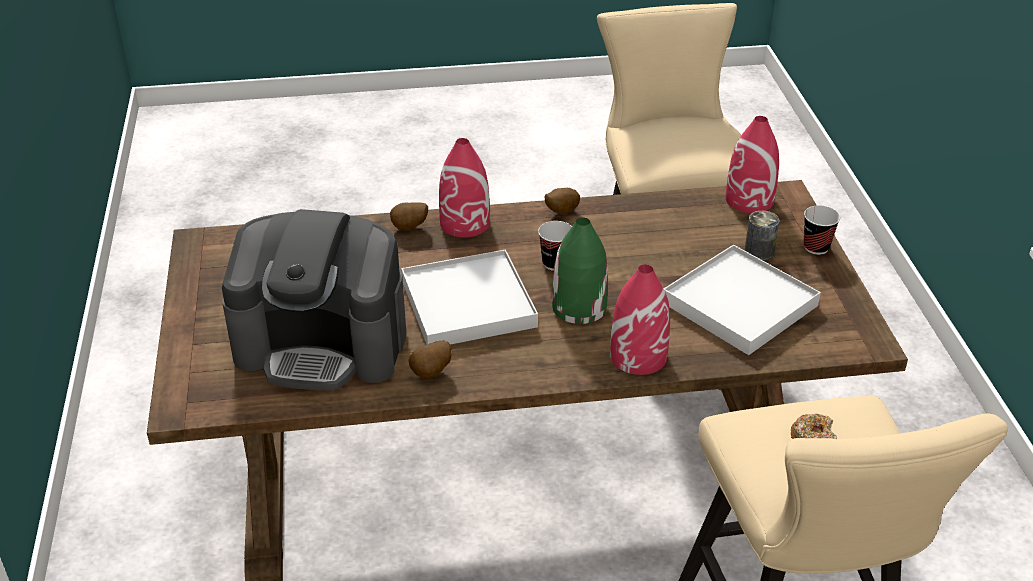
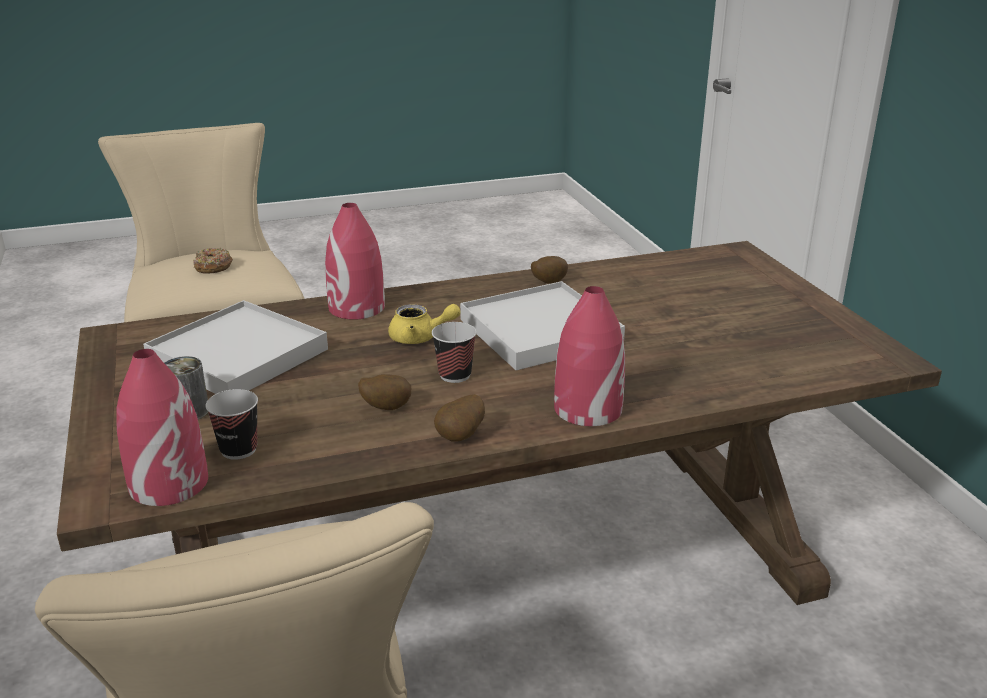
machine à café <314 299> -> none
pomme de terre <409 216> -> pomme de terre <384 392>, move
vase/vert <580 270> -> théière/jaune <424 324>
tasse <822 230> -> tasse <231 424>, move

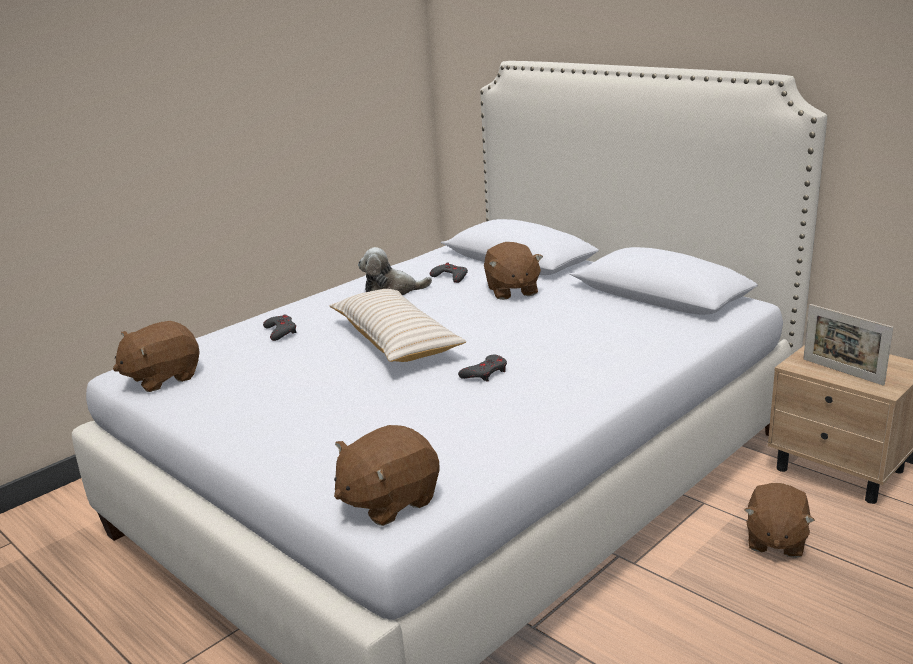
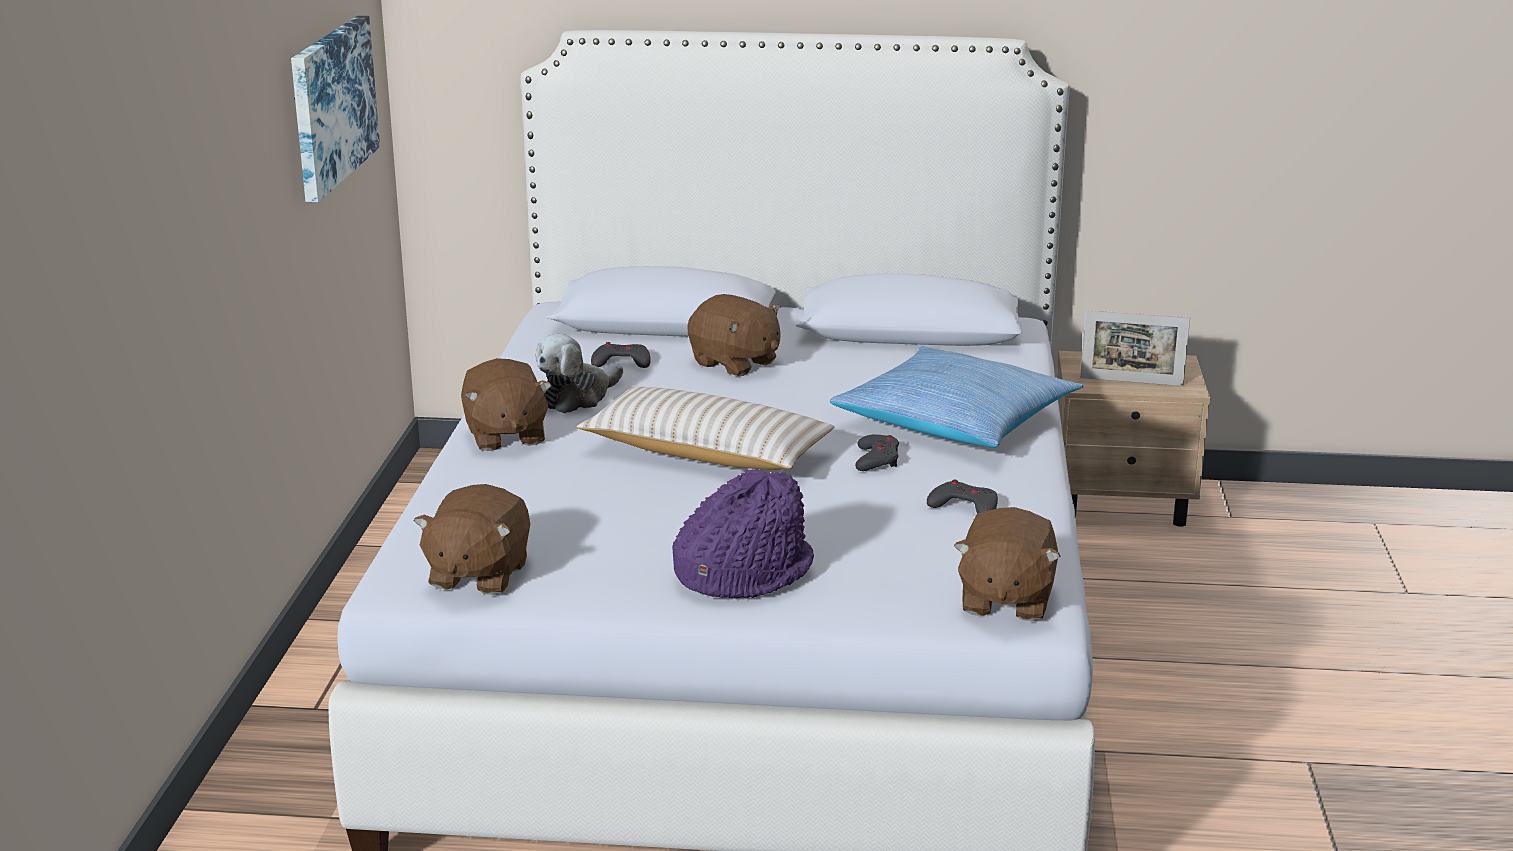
manette/gris <279 327> -> manette/gris <962 496>, move
peluche/marron <780 520> -> peluche/marron <506 404>, move
none -> tableau <335 109>
none -> chapeau/violet <743 533>
none -> coussin <957 397>

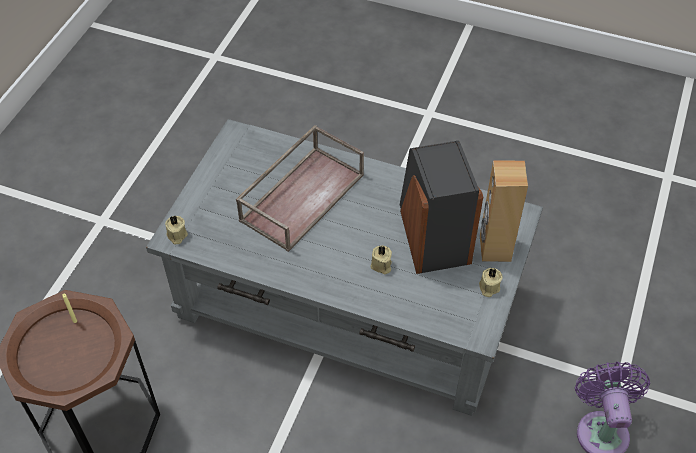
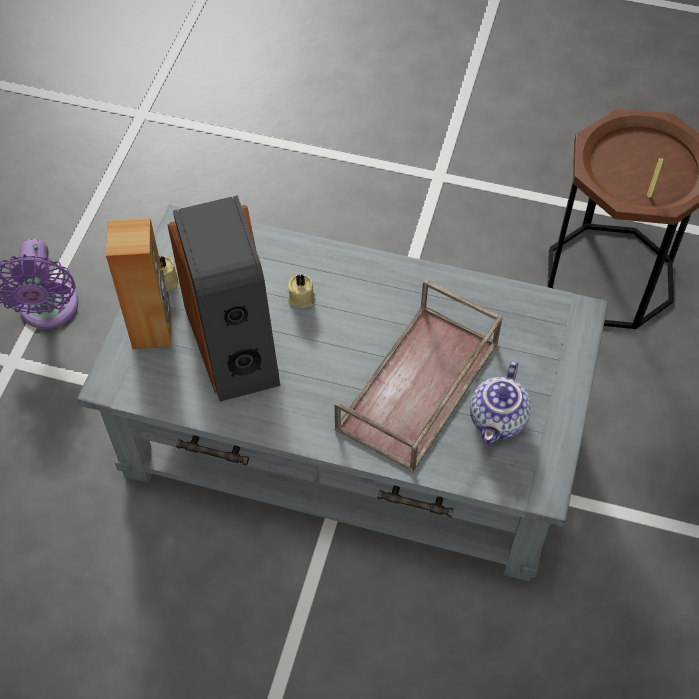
bougie/beige <176 230> -> none
none -> théière <500 402>

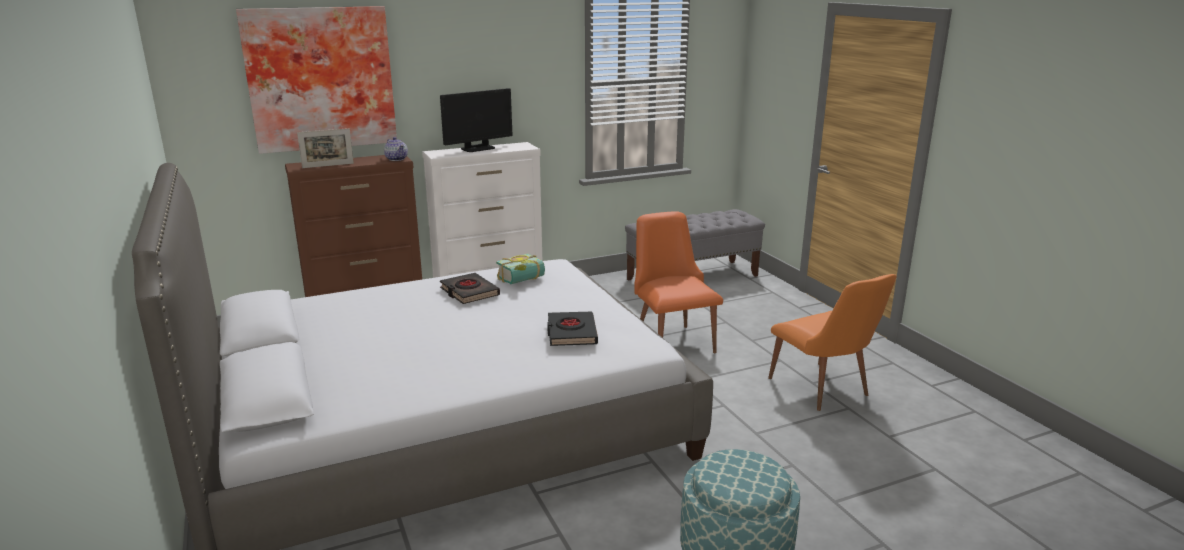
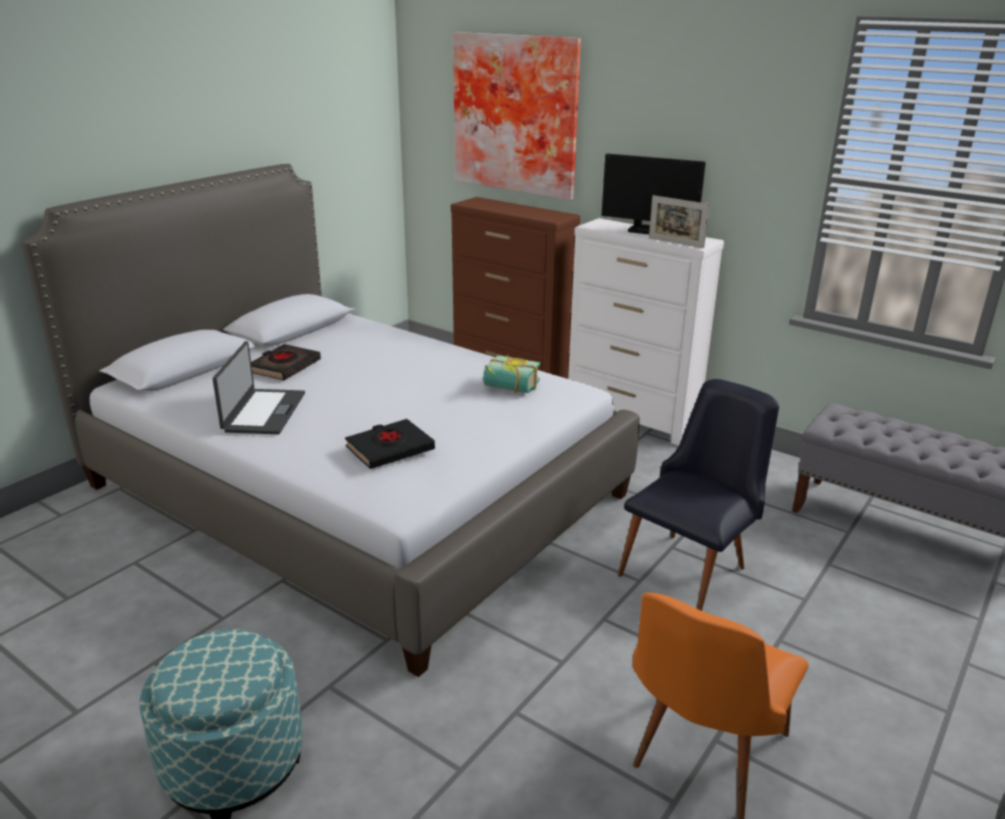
cadre photo <325 148> -> cadre photo <679 221>, move
théière <396 149> -> none
livre/noir <470 288> -> livre/noir <286 362>, move
chaise/orange <678 282> -> chaise/noir <698 495>
none -> ordinateur portable <259 387>

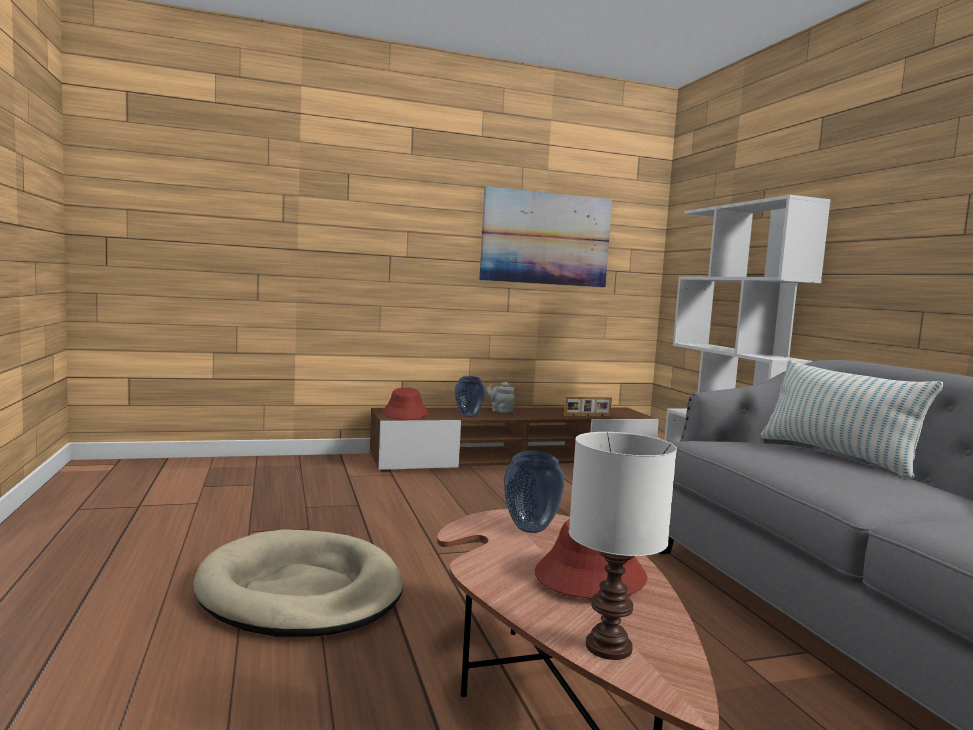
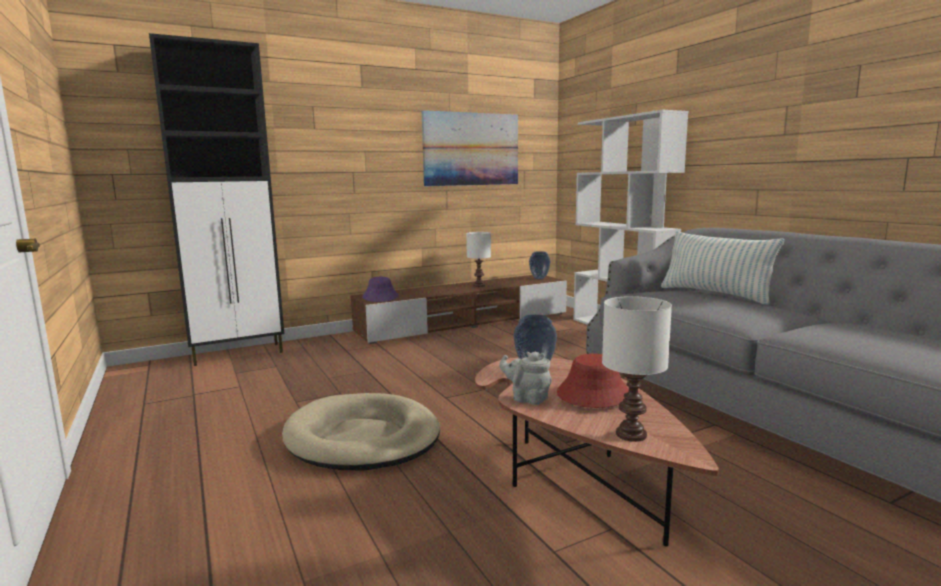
chapeau/rouge <405 403> -> chapeau/violet <380 289>
vase <470 396> -> vase <539 265>, move
théière/gris <500 397> -> théière/gris <525 378>, move
cadre photo <588 406> -> none
none -> meuble de rangement/noir <216 199>
none -> lampe de table/blanc <478 259>

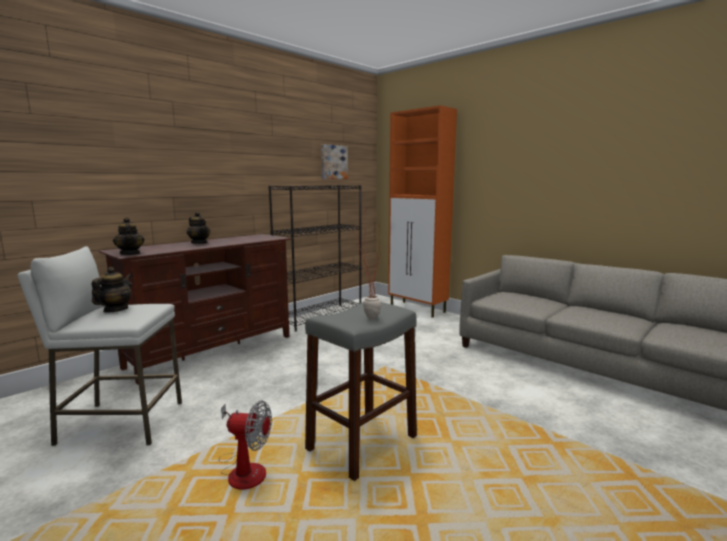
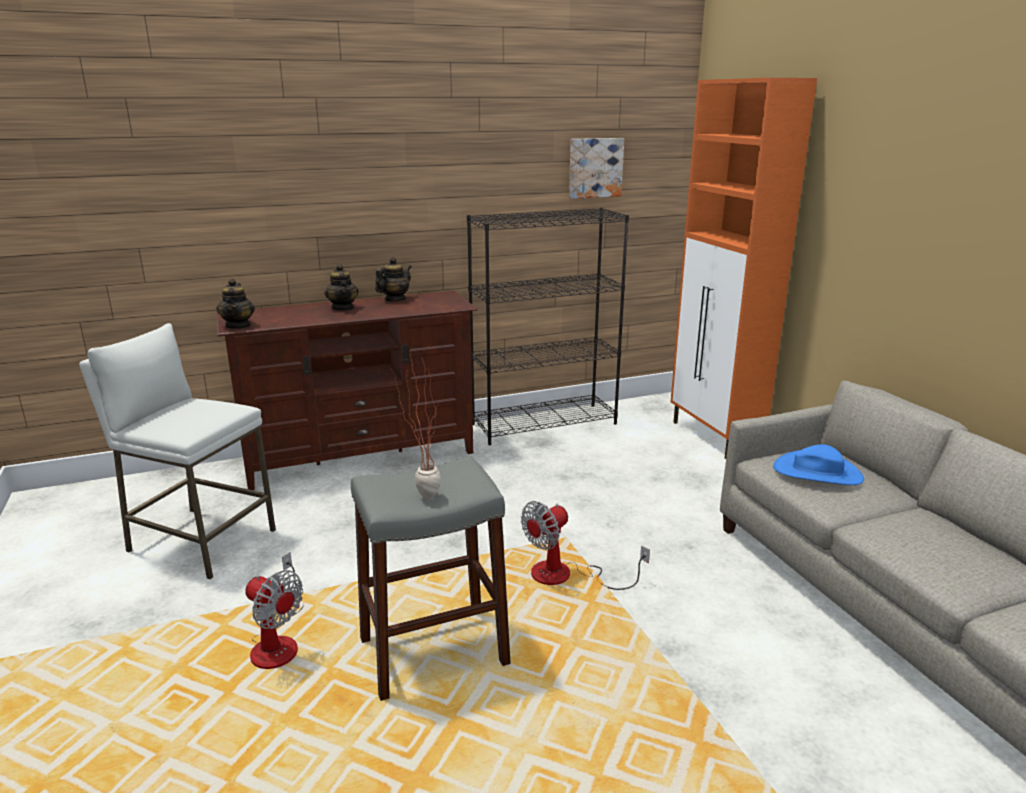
théière <111 290> -> théière <393 279>, move
none -> ventilateur <585 545>
none -> chapeau/bleu <818 464>

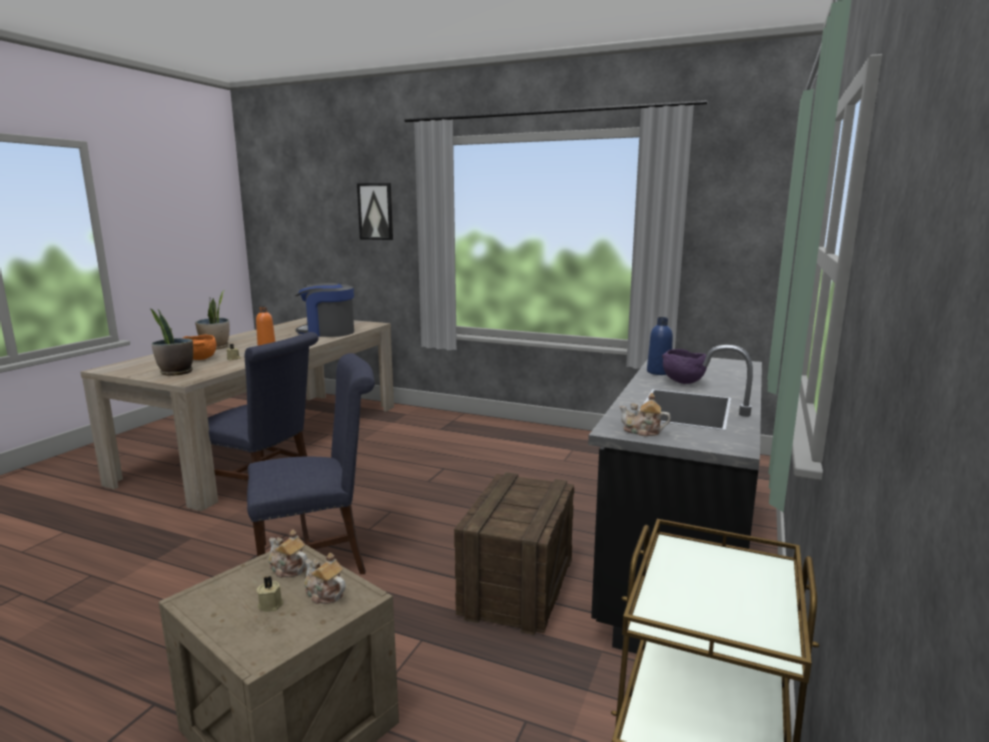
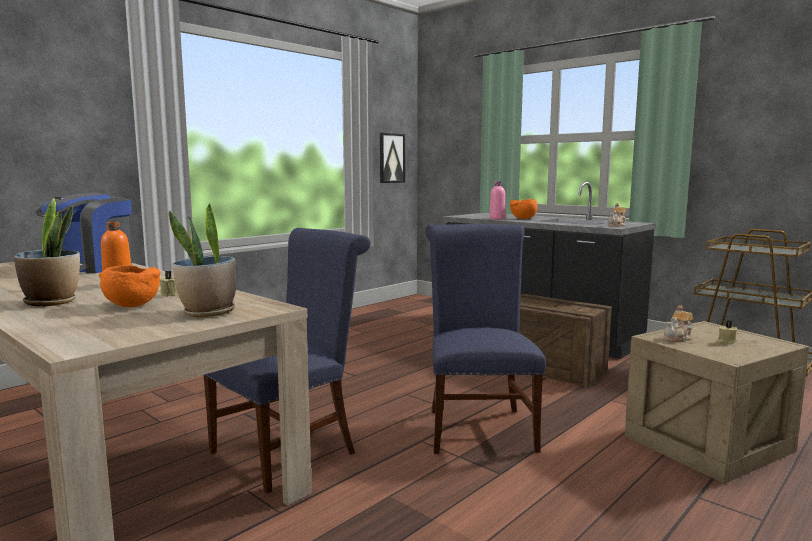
théière <325 578> -> none
tableau <375 211> -> tableau <392 158>, move
bouteille/bleu <660 346> -> bouteille/rose <497 200>
bol/violet <684 366> -> bol/orange <523 209>

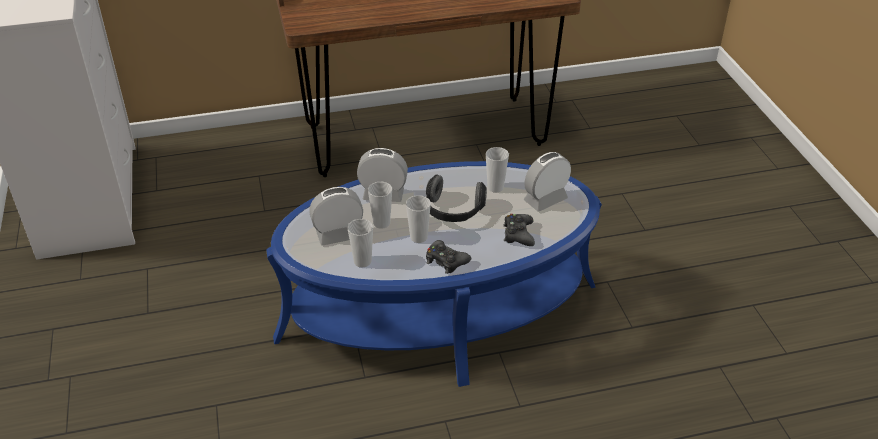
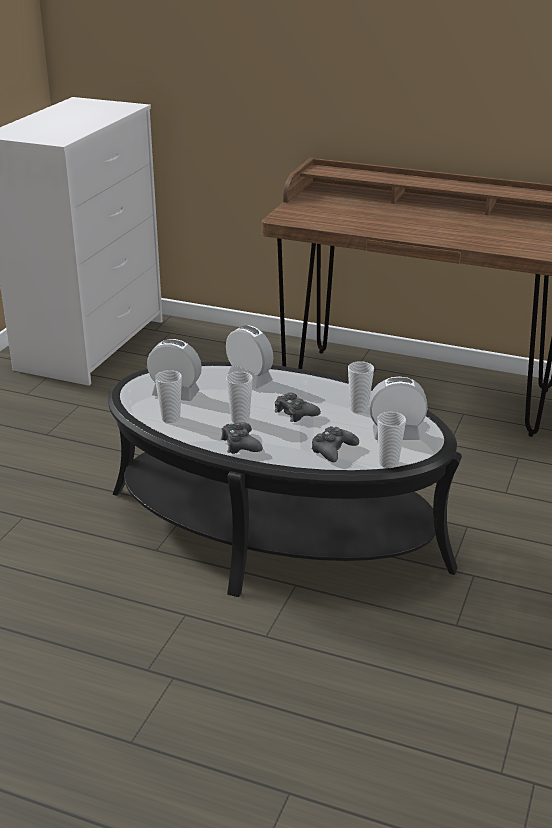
table basse/bleu <434 274> -> table basse/noir <285 479>
tasse <380 205> -> tasse <391 440>, move
casque audio <456 198> -> manette/noir <298 407>

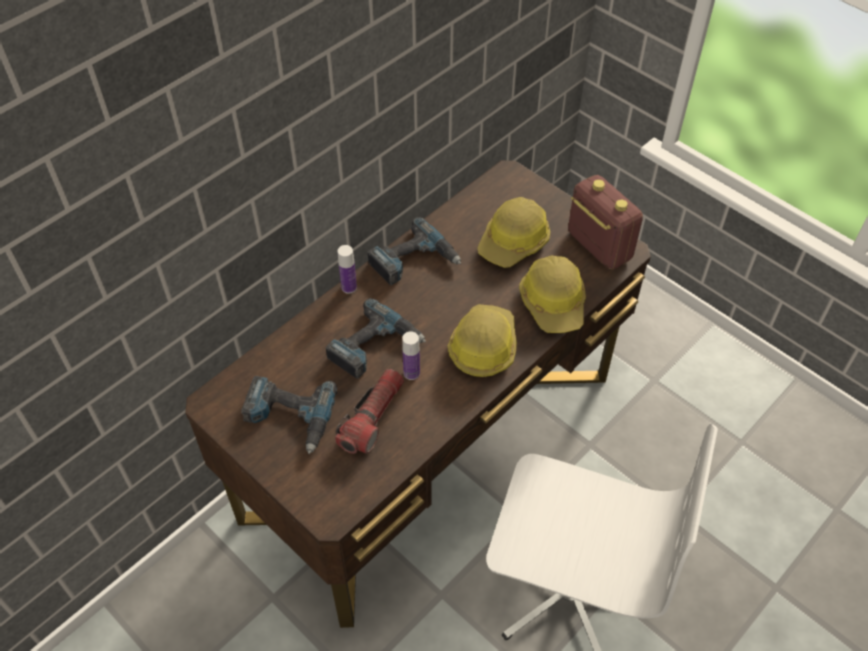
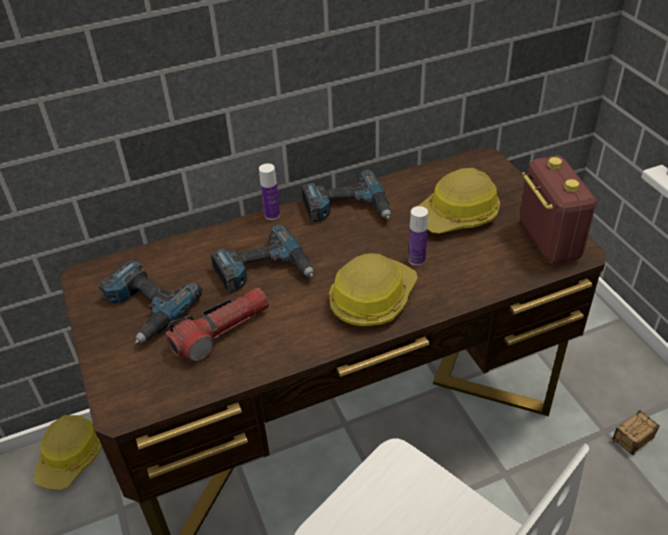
bouteille <411 355> -> bouteille <418 236>, move
casque de chantier <552 294> -> casque de chantier <67 452>, move
none -> boîte de rangement <636 433>

